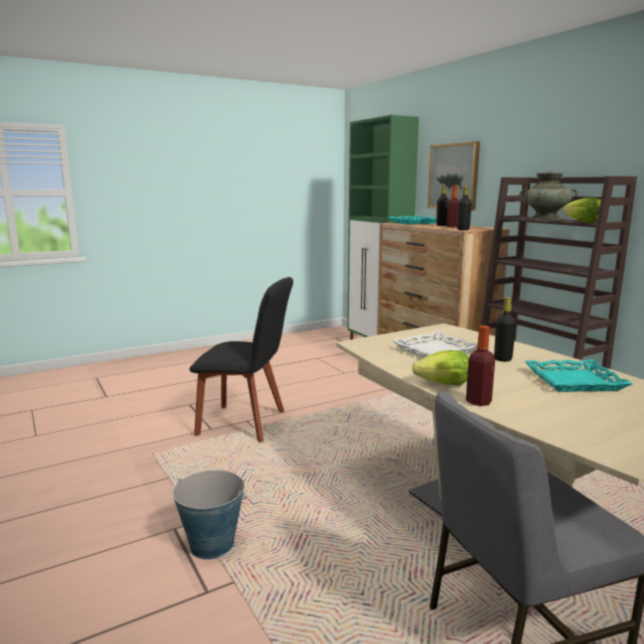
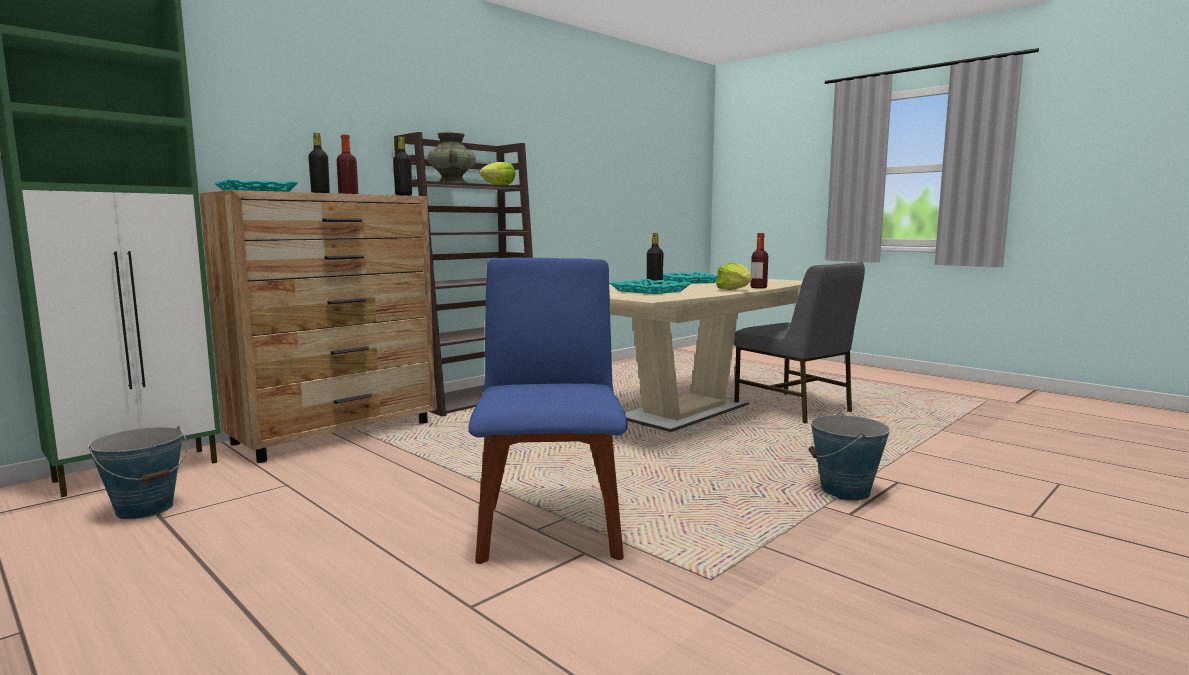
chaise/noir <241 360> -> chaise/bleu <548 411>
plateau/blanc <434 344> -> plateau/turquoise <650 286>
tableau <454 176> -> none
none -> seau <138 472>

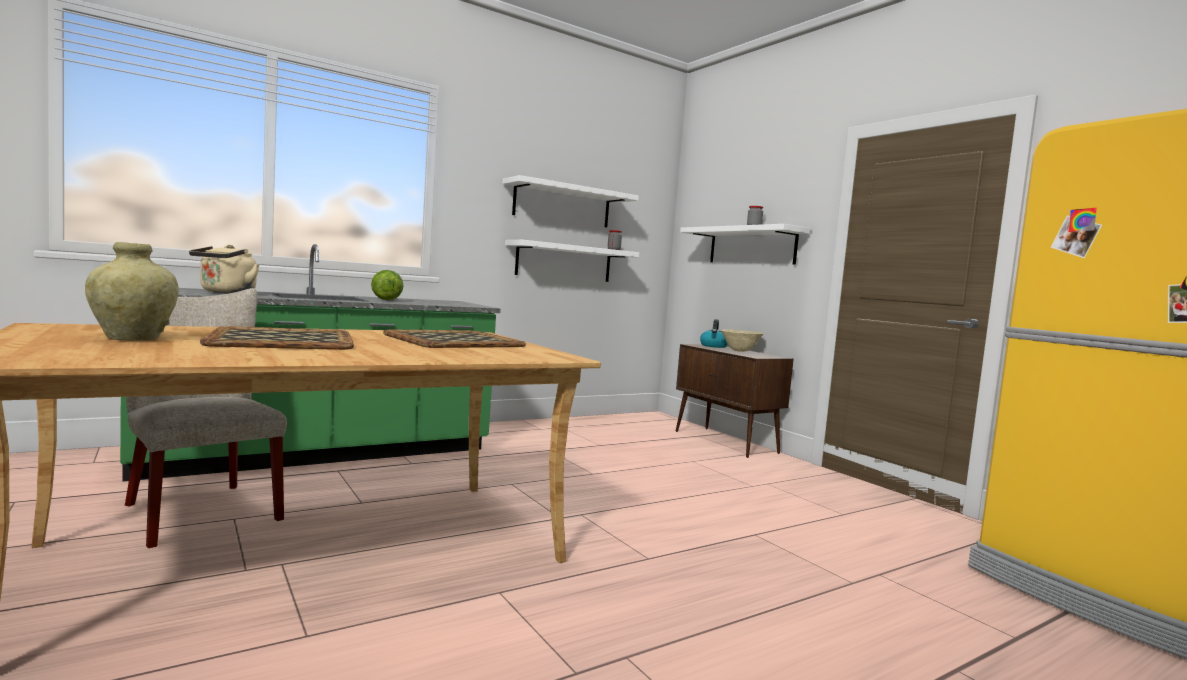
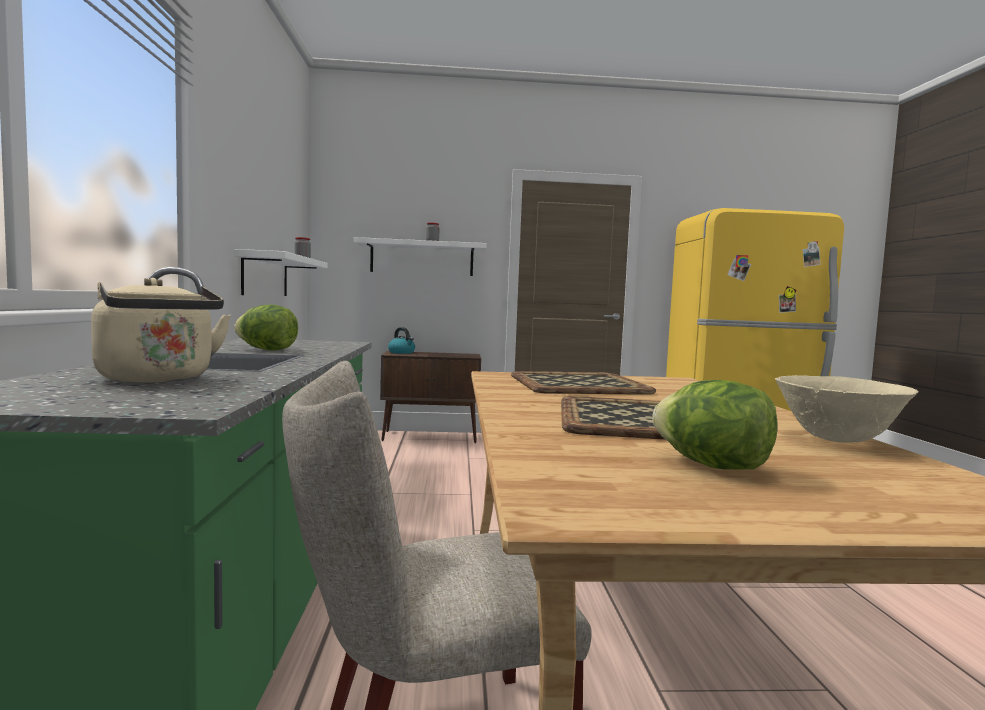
vase/beige <132 291> -> laitue <715 425>
étagère/blanc <570 201> -> none
bol/beige <742 340> -> bol/beige <847 409>, move

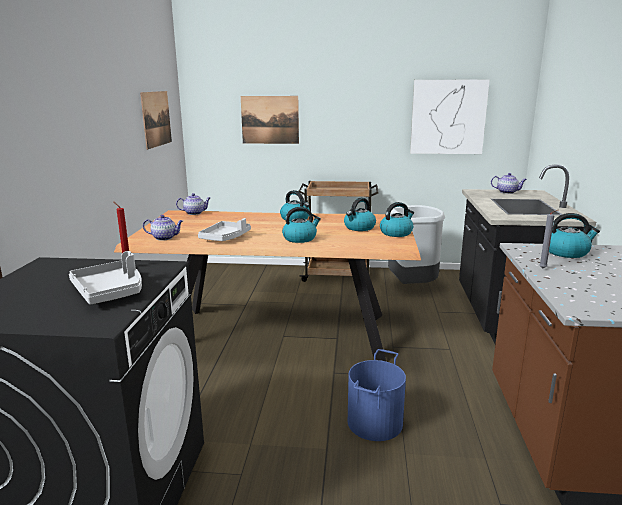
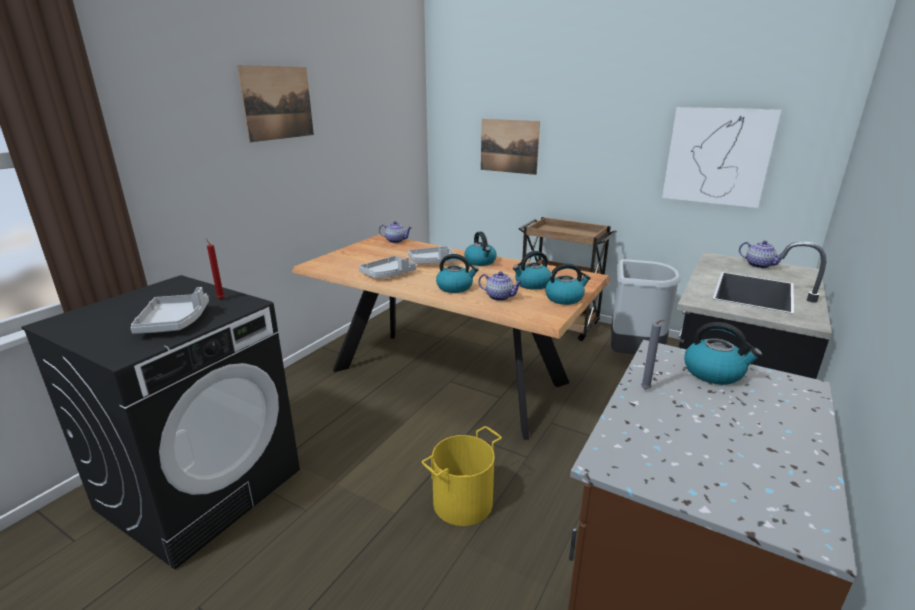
tableau <156 120> -> tableau <275 103>, move
théière <163 227> -> théière <500 286>, move
seau/bleu <377 395> -> seau/jaune <462 476>
none -> plateau/gris <433 255>

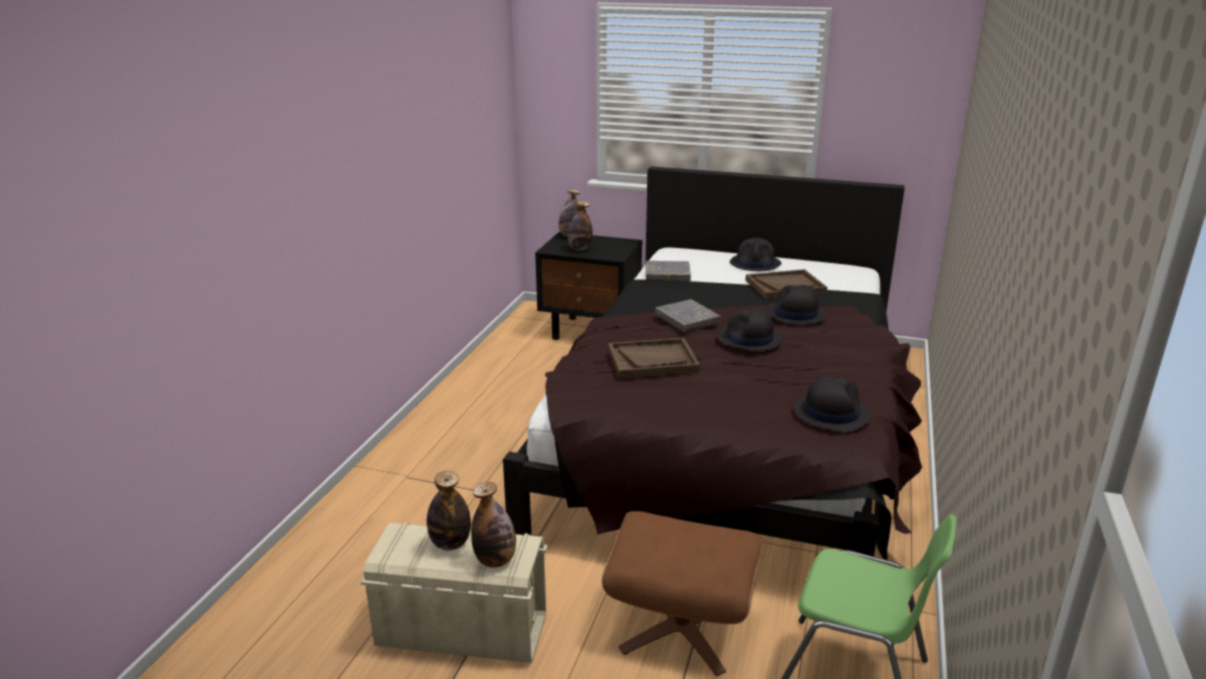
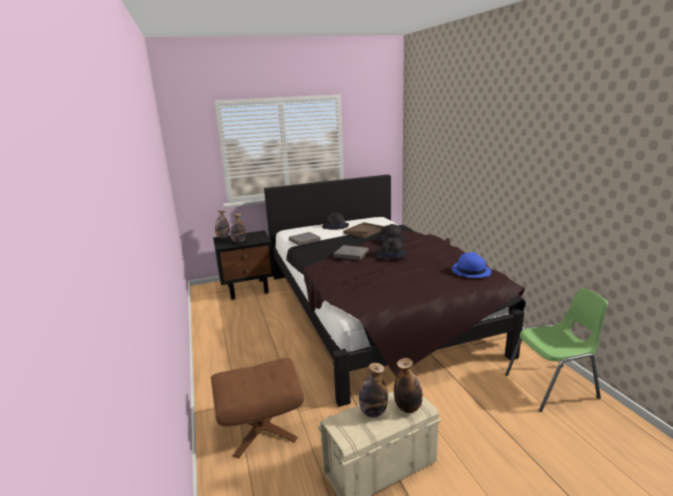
pouf/marron <683 593> -> pouf/marron <257 408>, move
plateau/marron <654 358> -> none
chapeau/noir <833 404> -> chapeau/bleu <471 265>

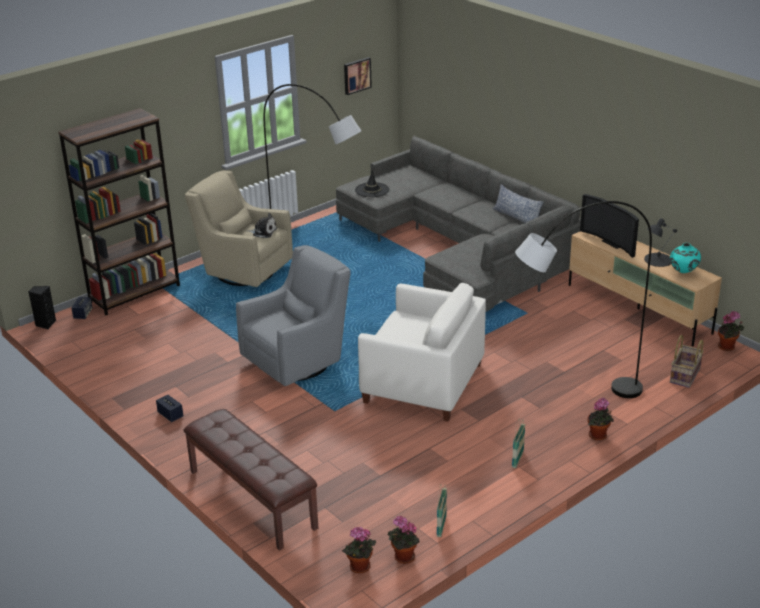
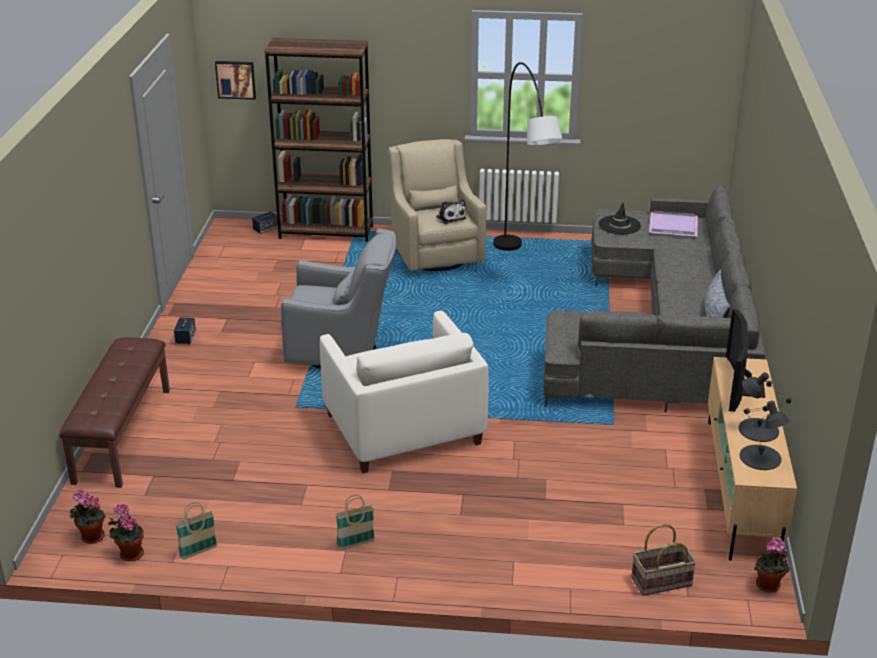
enceinte/noir <42 307> -> none
tableau <358 76> -> tableau <235 80>, move
lampadaire/gris <583 299> -> none
plante en pot <600 419> -> none
vase/turquoise <685 258> -> lampe de table/noir <765 435>
none -> plateau/violet <673 223>

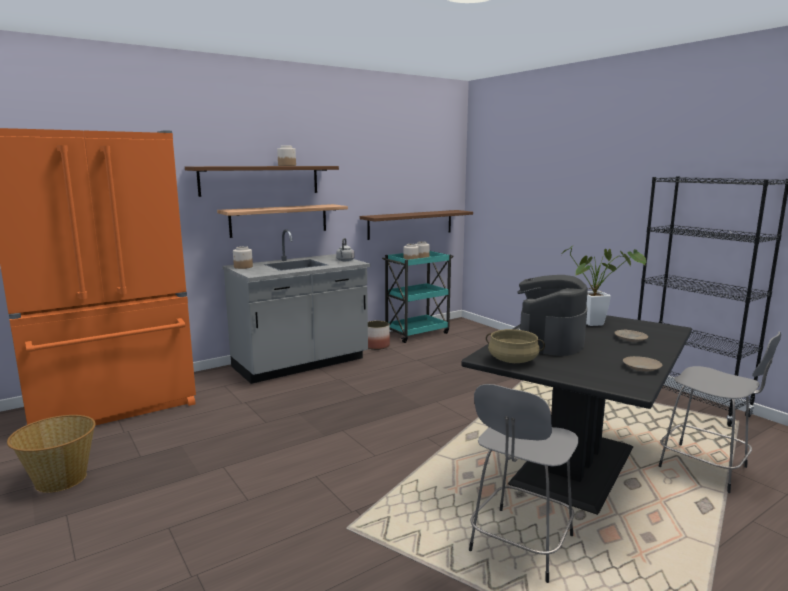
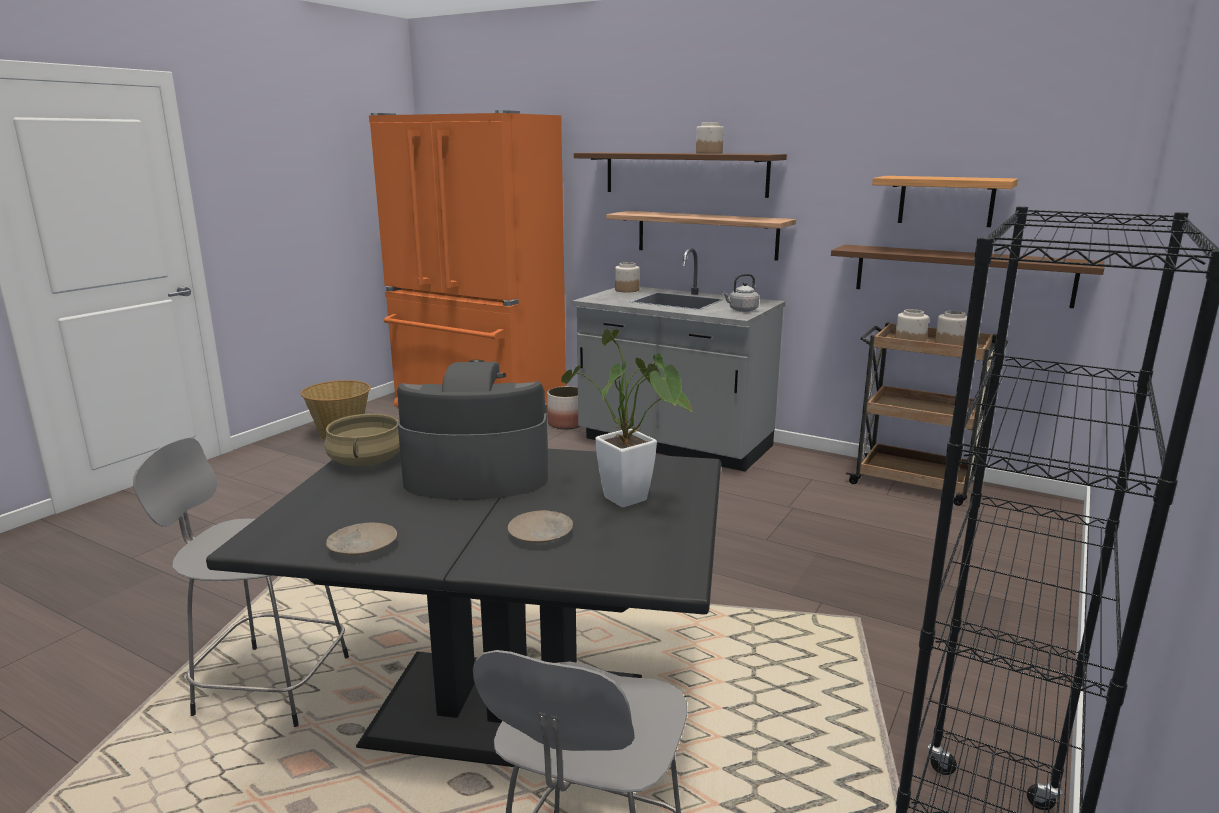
cache-pot <379 335> -> cache-pot <563 408>, move
chariot/turquoise <418 296> -> chariot/marron <927 414>
none -> étagère <945 201>

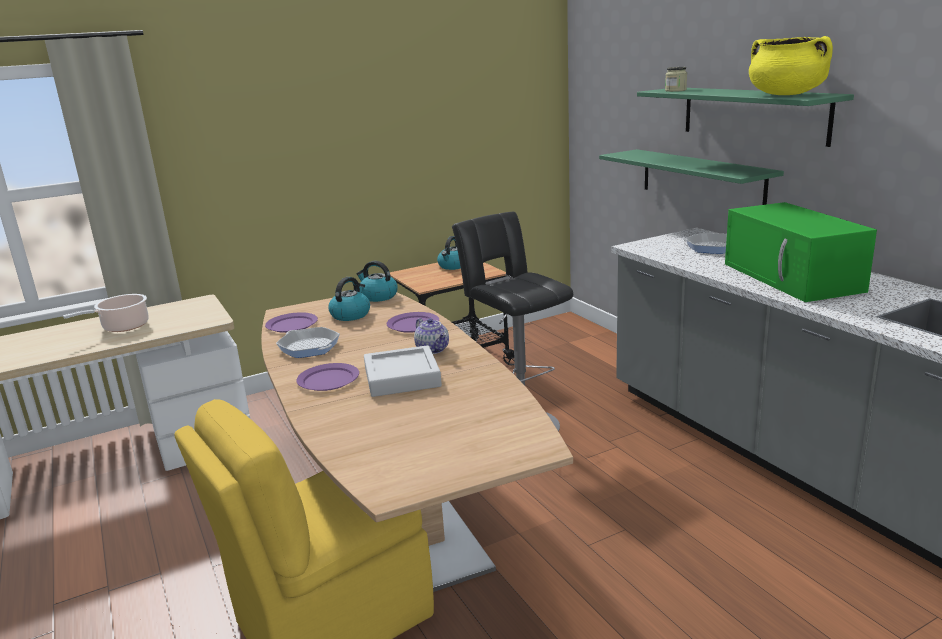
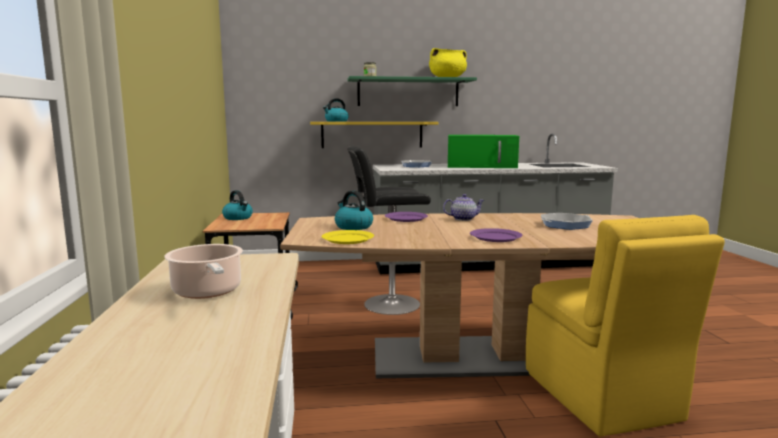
assiette/violet <291 322> -> assiette/jaune <348 237>
poêle <308 342> -> poêle <567 221>, move
bouilloire <377 281> -> bouilloire <336 110>, move
plateau/gris <403 371> -> none
étagère/vert <691 177> -> étagère/jaune <374 135>

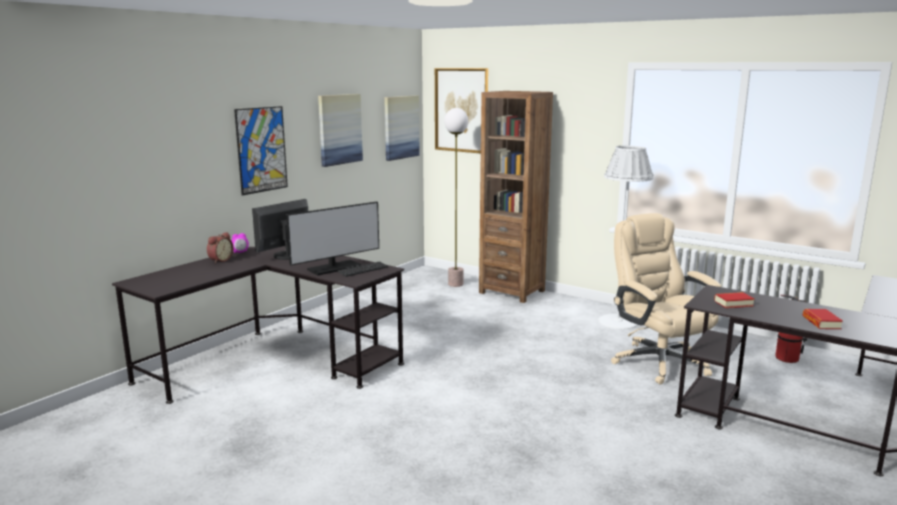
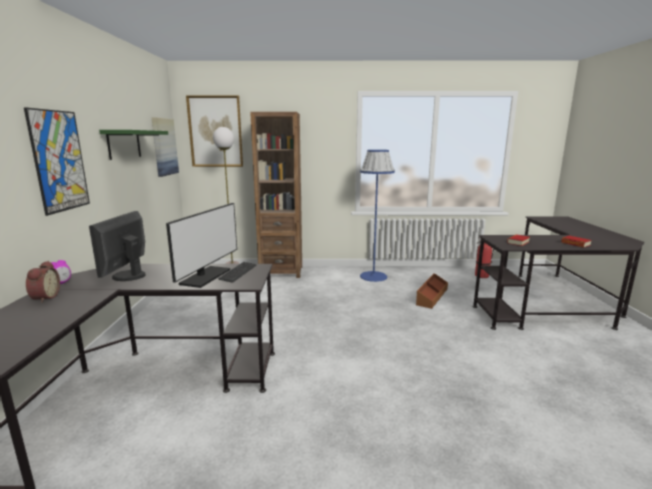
tableau <340 130> -> étagère/vert <133 145>
lampadaire/blanc <626 237> -> lampadaire/bleu <377 216>
chaise de bureau/beige <666 299> -> boîte de rangement/marron <432 291>

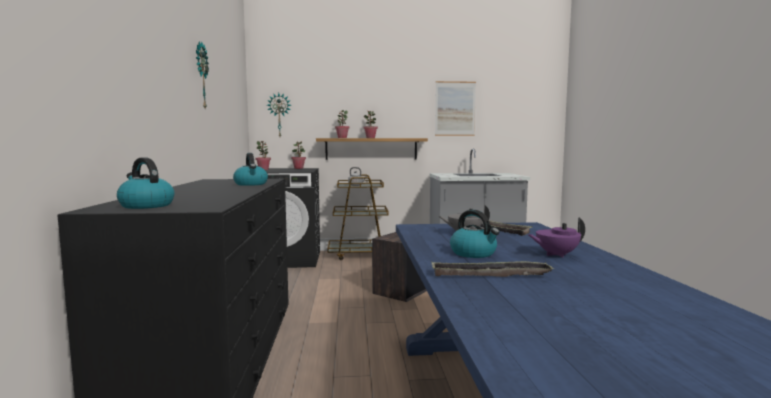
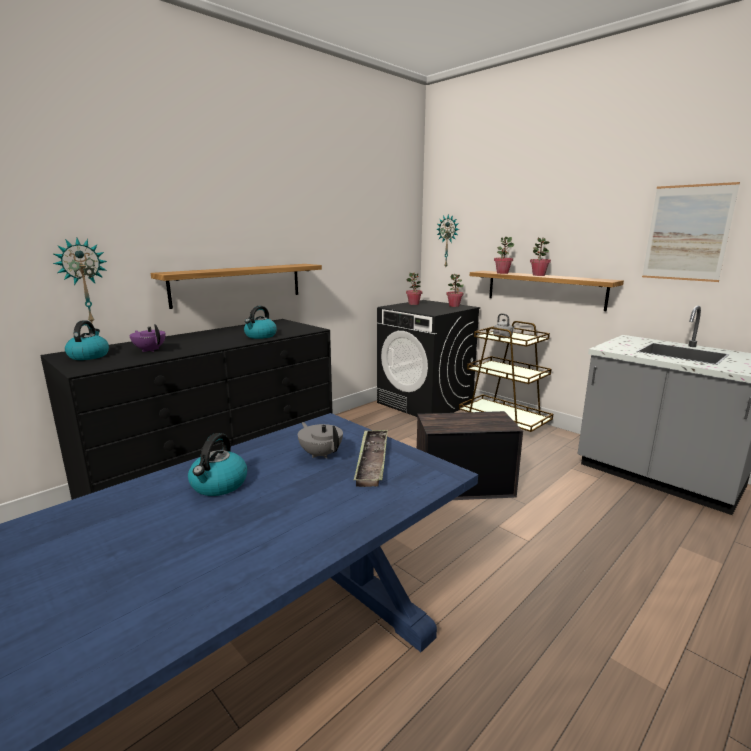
horloge murale <202 74> -> horloge murale <80 280>, move
plateau <493 269> -> none
théière/violet <556 237> -> théière/violet <147 338>, move
none -> étagère <236 286>

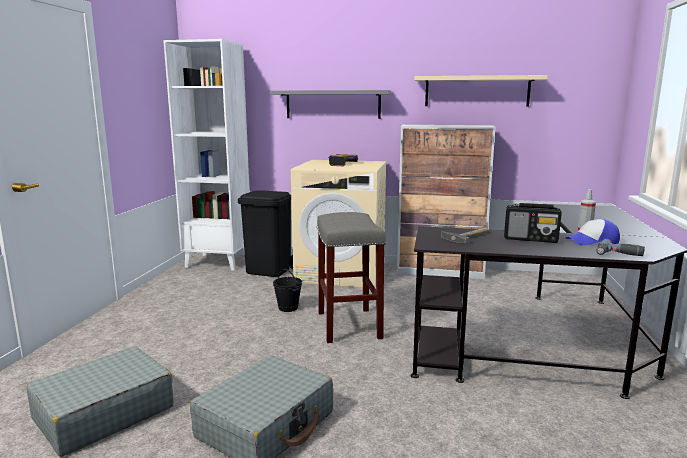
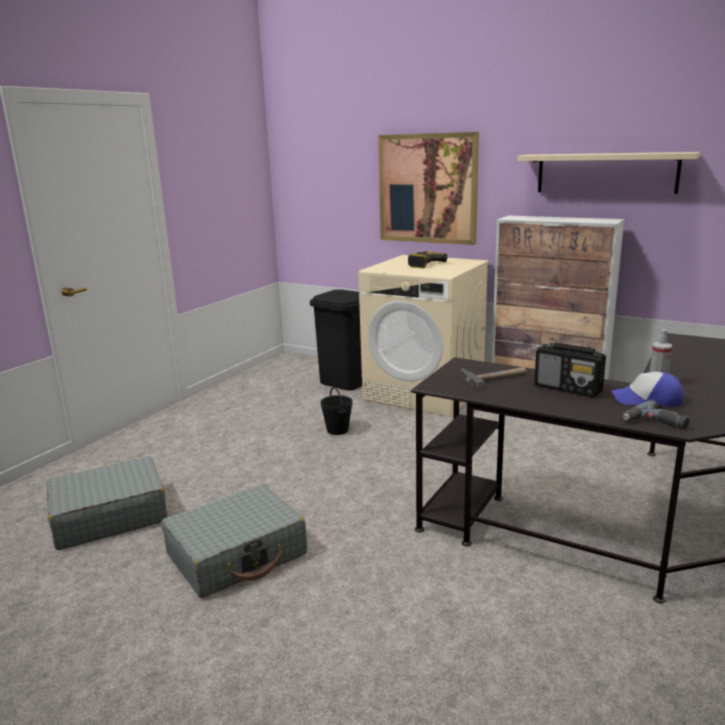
bibliothèque/blanc <206 155> -> none
étagère/gris <330 104> -> tableau <428 188>
tabouret/gris <351 277> -> none

